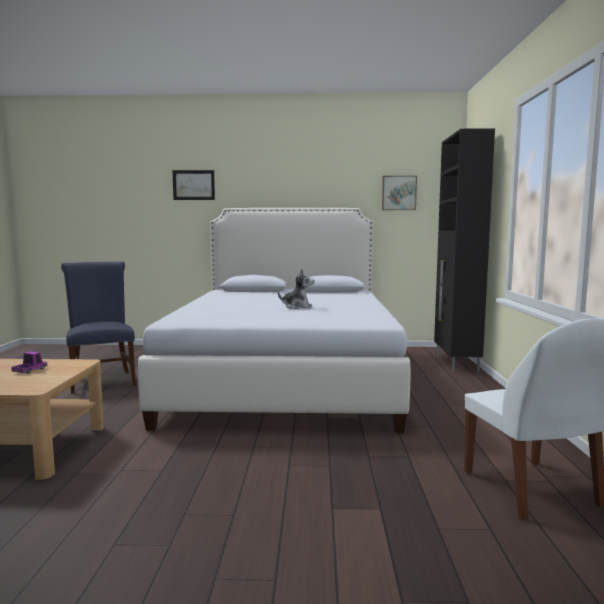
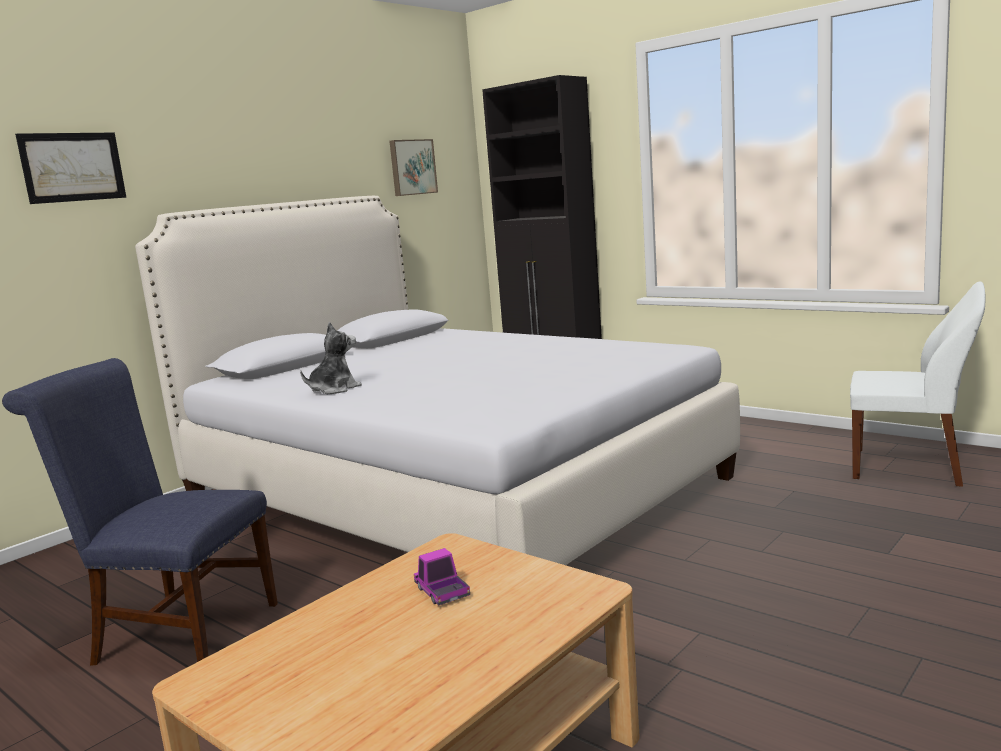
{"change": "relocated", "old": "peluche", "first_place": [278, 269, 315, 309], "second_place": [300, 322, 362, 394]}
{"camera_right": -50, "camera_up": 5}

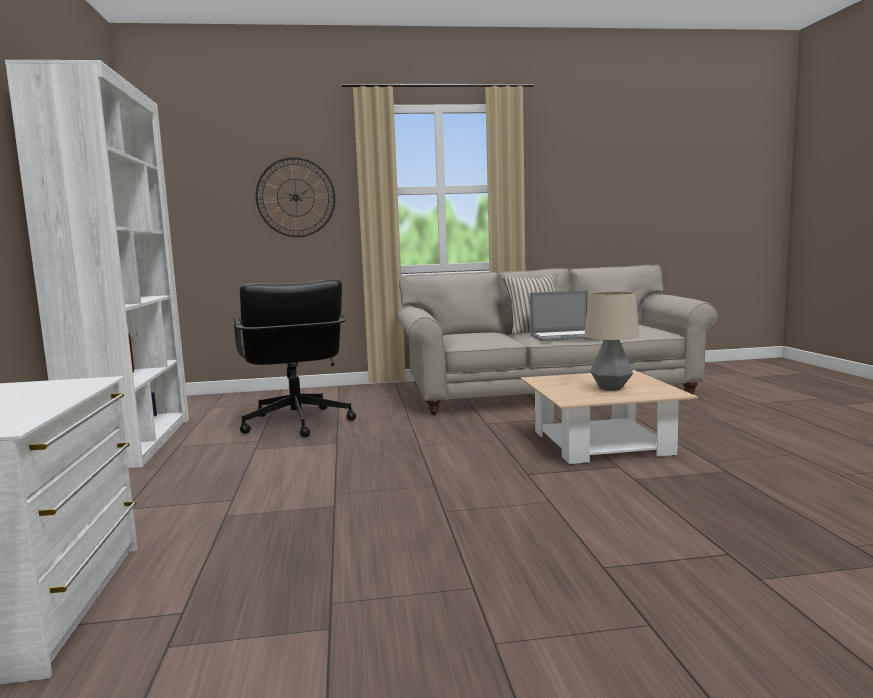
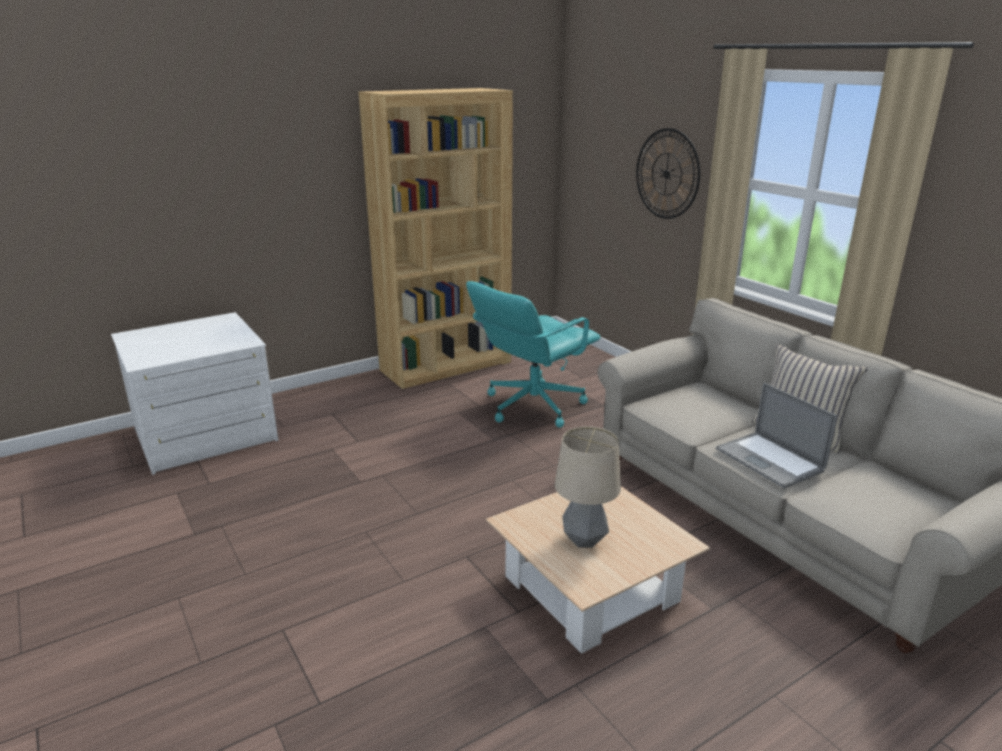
{"change": "colour", "old": "estantería [blanco]", "new": "estantería [marrón]", "first_place": [5, 60, 189, 468], "second_place": [359, 88, 513, 389]}
{"change": "colour", "old": "silla de oficina [negro]", "new": "silla de oficina [turquesa]", "first_place": [233, 279, 356, 437], "second_place": [466, 281, 601, 428]}
{"camera_right": 65, "camera_up": 15}

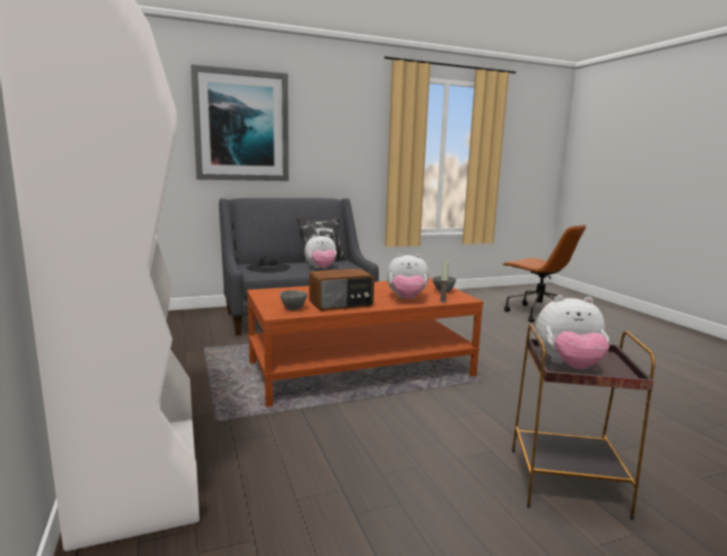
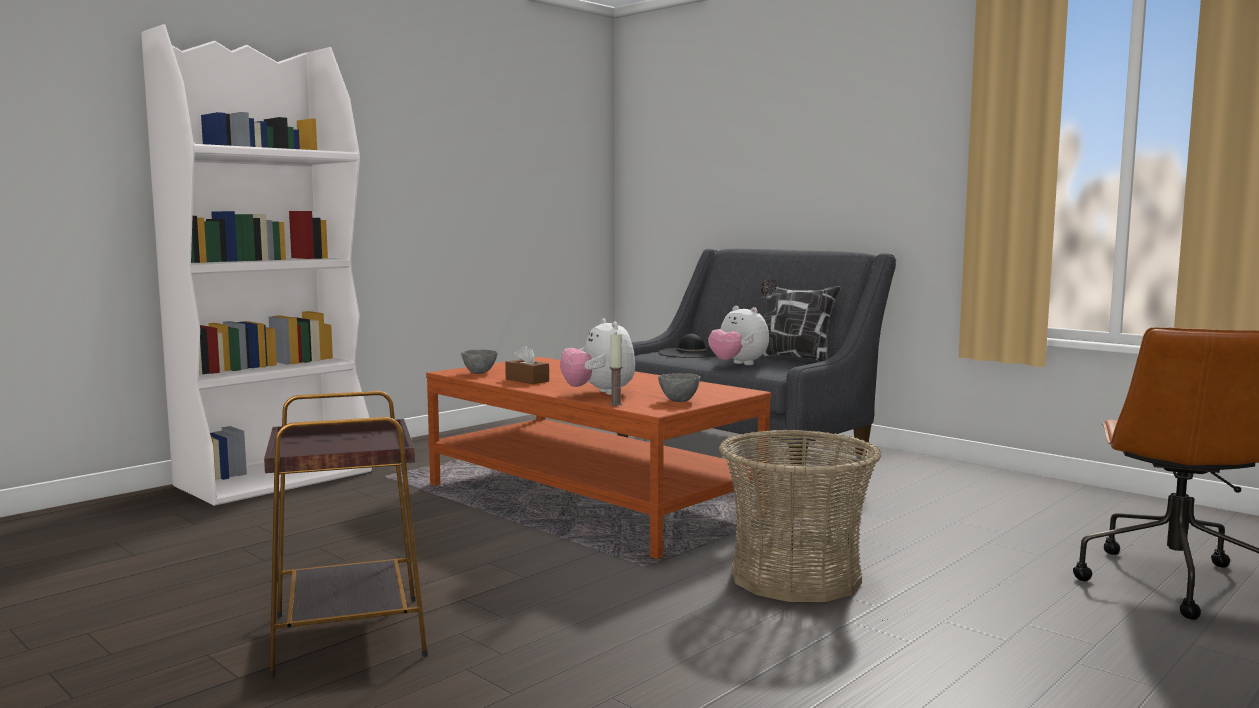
{"change": "missing", "old": "cuadro", "first_place": [191, 64, 289, 181]}
{"change": "exchanged", "old": "radio", "new": "caja de pañuelos [marrón]", "first_place": [309, 268, 374, 311], "second_place": [505, 345, 549, 384]}
{"change": "missing", "old": "peluche", "first_place": [535, 295, 609, 369]}
{"change": "appeared", "new": "cesta", "second_place": [719, 429, 881, 602]}
{"camera_right": 65, "camera_up": -5}

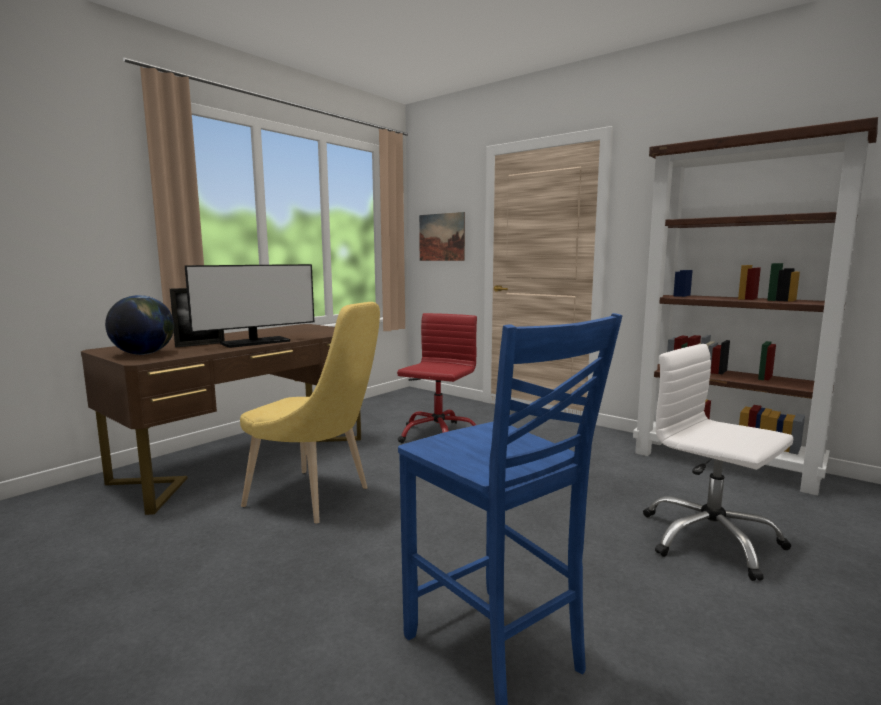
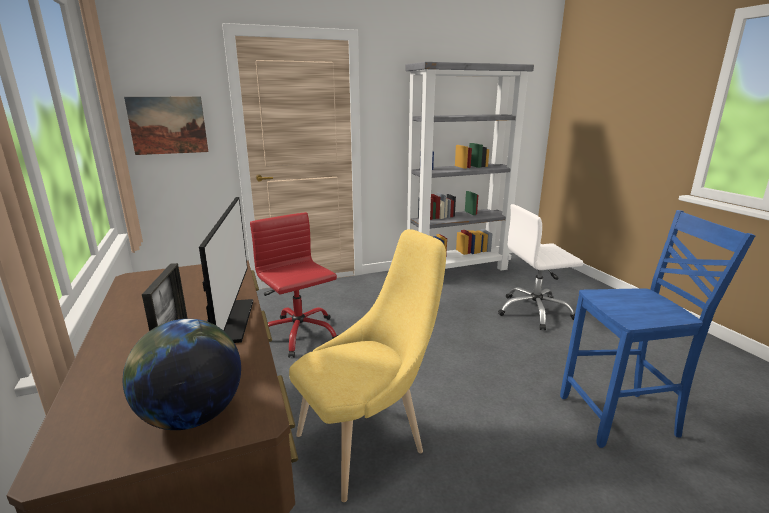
{"change": "colour", "old": "estantería [marrón]", "new": "estantería [gris]", "first_place": [633, 117, 878, 496], "second_place": [406, 62, 534, 271]}
{"camera_right": -60, "camera_up": 10}

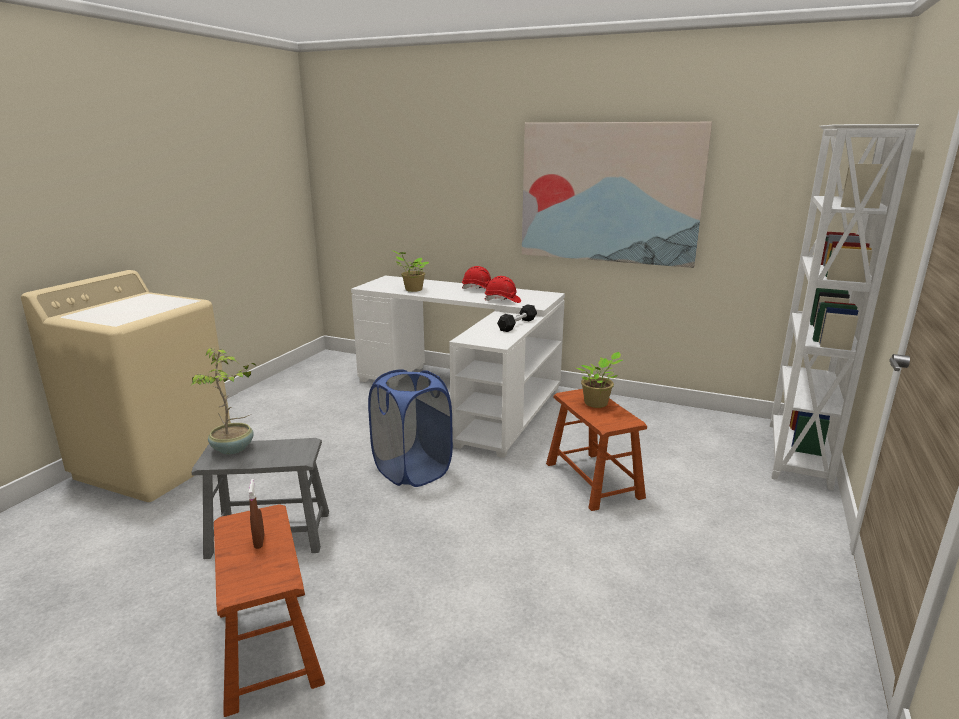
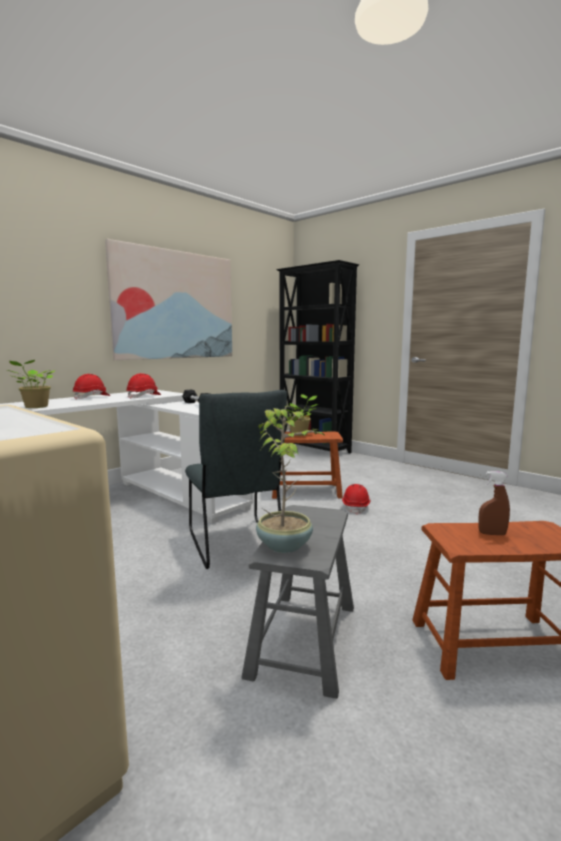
{"change": "colour", "old": "estantería [blanco]", "new": "estantería [negro]", "first_place": [770, 124, 919, 490], "second_place": [276, 260, 359, 453]}
{"change": "exchanged", "old": "cesto de la ropa [azul]", "new": "silla [gris]", "first_place": [368, 369, 453, 487], "second_place": [185, 390, 287, 569]}
{"change": "appeared", "new": "casco [rojo]", "second_place": [342, 484, 370, 515]}
{"camera_right": -70, "camera_up": -10}

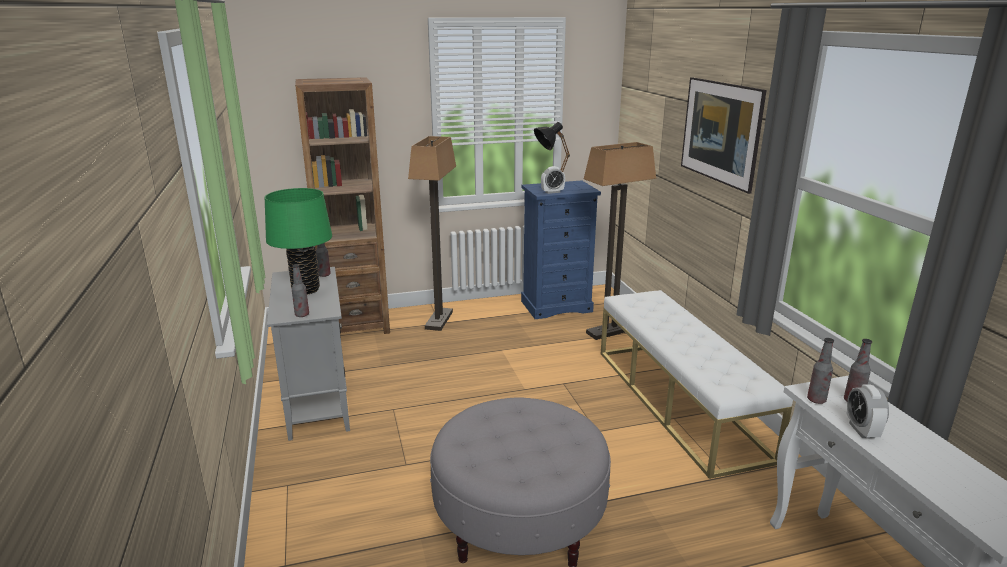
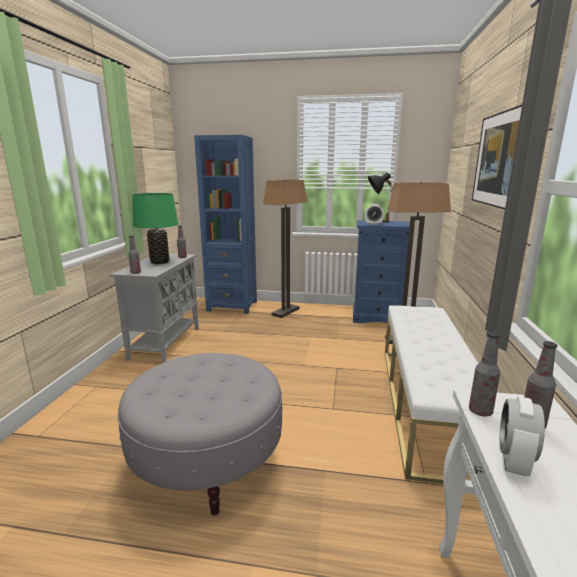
{"change": "colour", "old": "estantería [marrón]", "new": "estantería [azul]", "first_place": [295, 77, 390, 334], "second_place": [194, 135, 257, 314]}
{"camera_right": 25, "camera_up": -5}

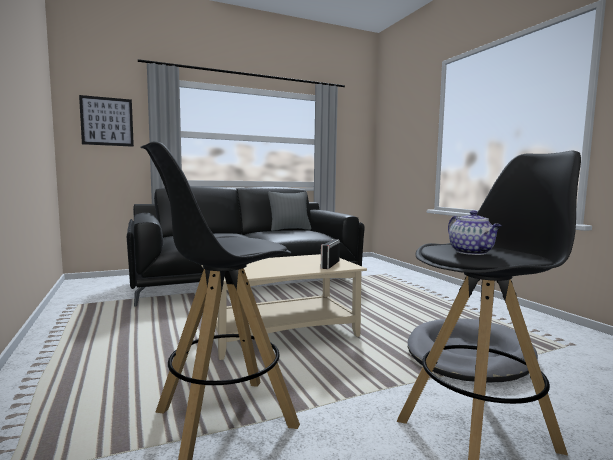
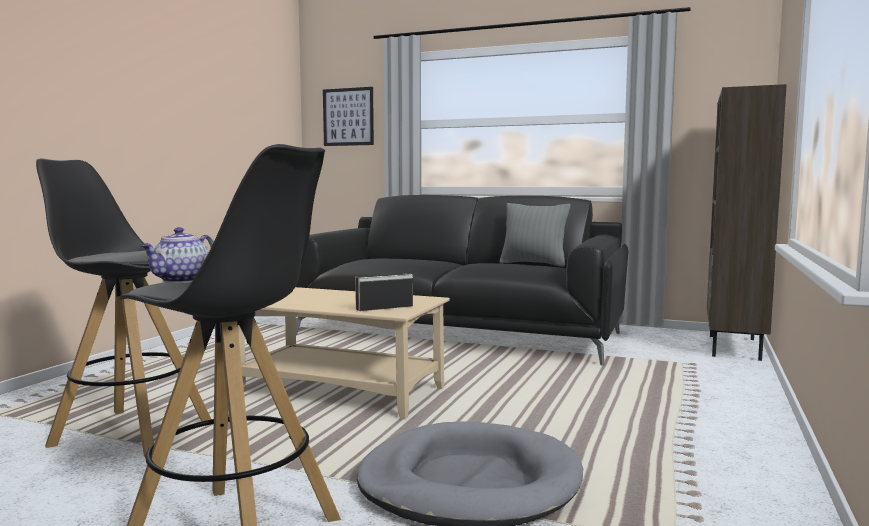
{"change": "appeared", "new": "estantería [marrón]", "second_place": [707, 84, 787, 361]}
{"camera_right": 45, "camera_up": 0}

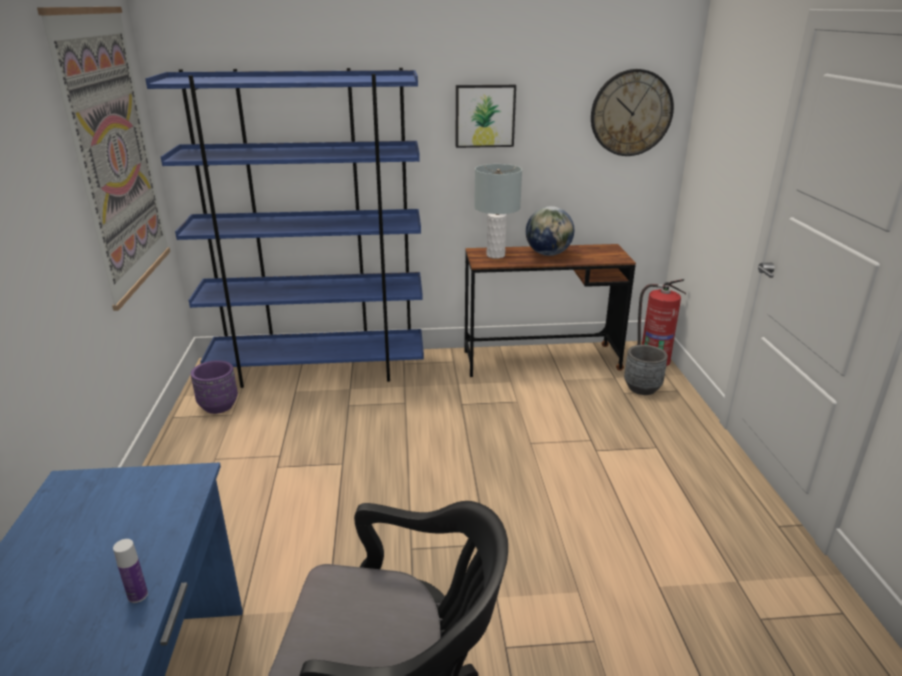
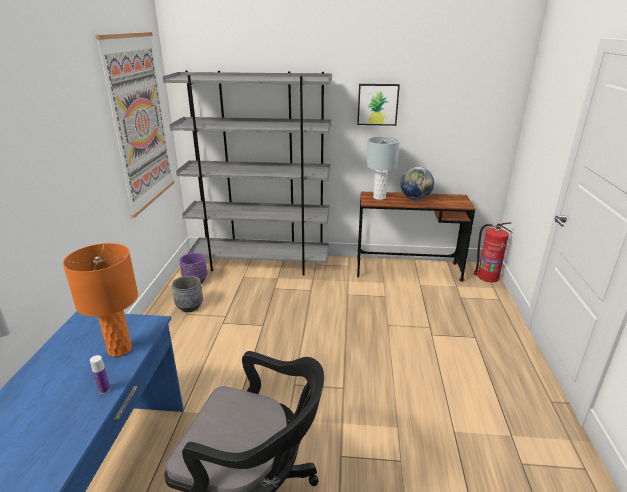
{"change": "colour", "old": "estantería [azul]", "new": "estantería [gris]", "first_place": [145, 68, 424, 388], "second_place": [162, 70, 332, 275]}
{"change": "missing", "old": "reloj de pared", "first_place": [591, 69, 674, 156]}
{"change": "relocated", "old": "maceta [gris]", "first_place": [624, 345, 668, 395], "second_place": [172, 276, 203, 312]}
{"change": "appeared", "new": "lámpara de mesa [naranja]", "second_place": [63, 243, 138, 357]}
{"camera_right": 10, "camera_up": 0}

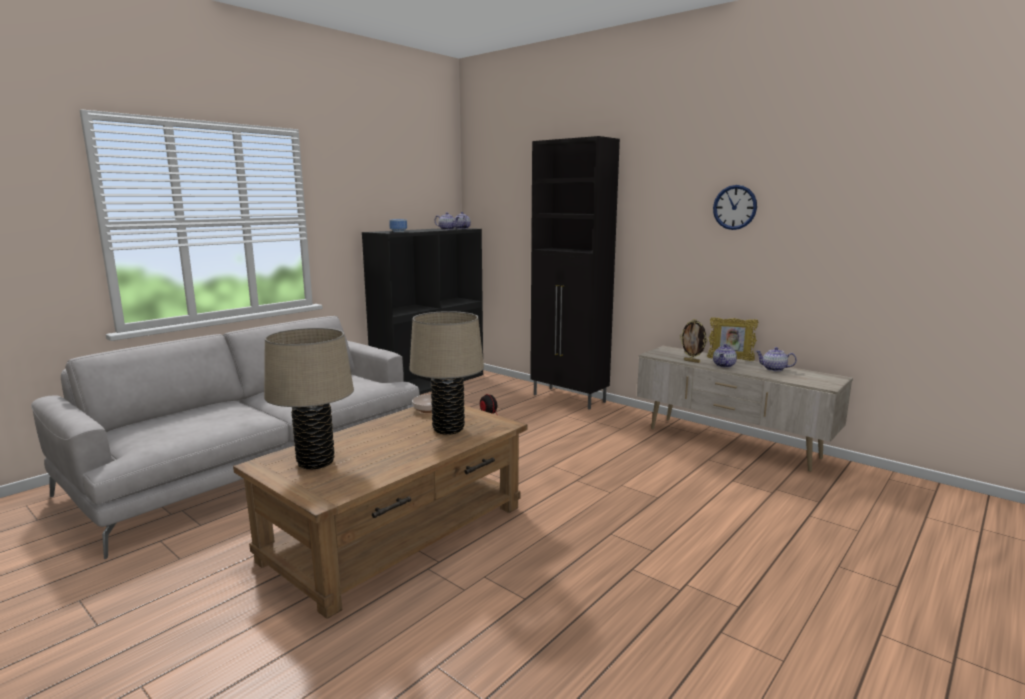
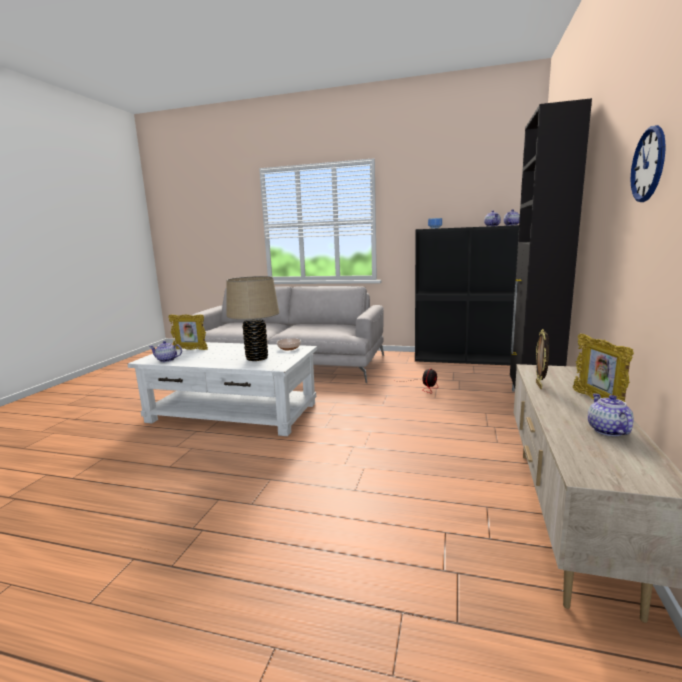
{"change": "exchanged", "old": "lámpara de mesa [beis]", "new": "portarretratos", "first_place": [264, 328, 354, 470], "second_place": [168, 314, 208, 350]}
{"change": "relocated", "old": "tetera", "first_place": [713, 344, 737, 368], "second_place": [149, 341, 182, 362]}
{"change": "colour", "old": "mesa de centro [marrón]", "new": "mesa de centro [blanco]", "first_place": [233, 405, 527, 619], "second_place": [128, 342, 317, 436]}
{"camera_right": 65, "camera_up": 0}

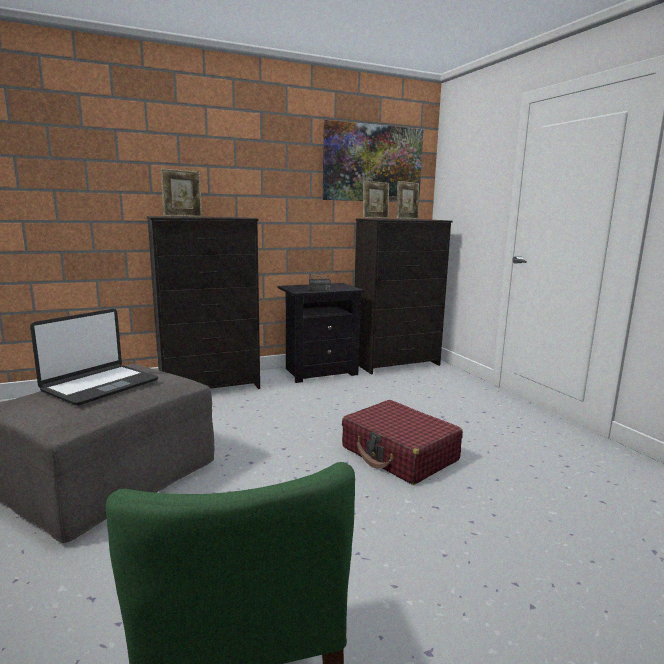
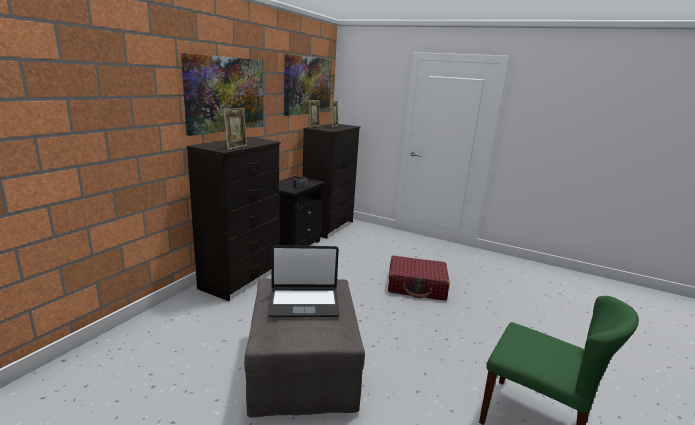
{"change": "spun", "old": "portátil", "first_place": [30, 309, 158, 405], "second_place": [268, 245, 340, 317], "degrees": 90}
{"change": "appeared", "new": "cuadro", "second_place": [181, 53, 264, 136]}
{"camera_right": -40, "camera_up": 5}

